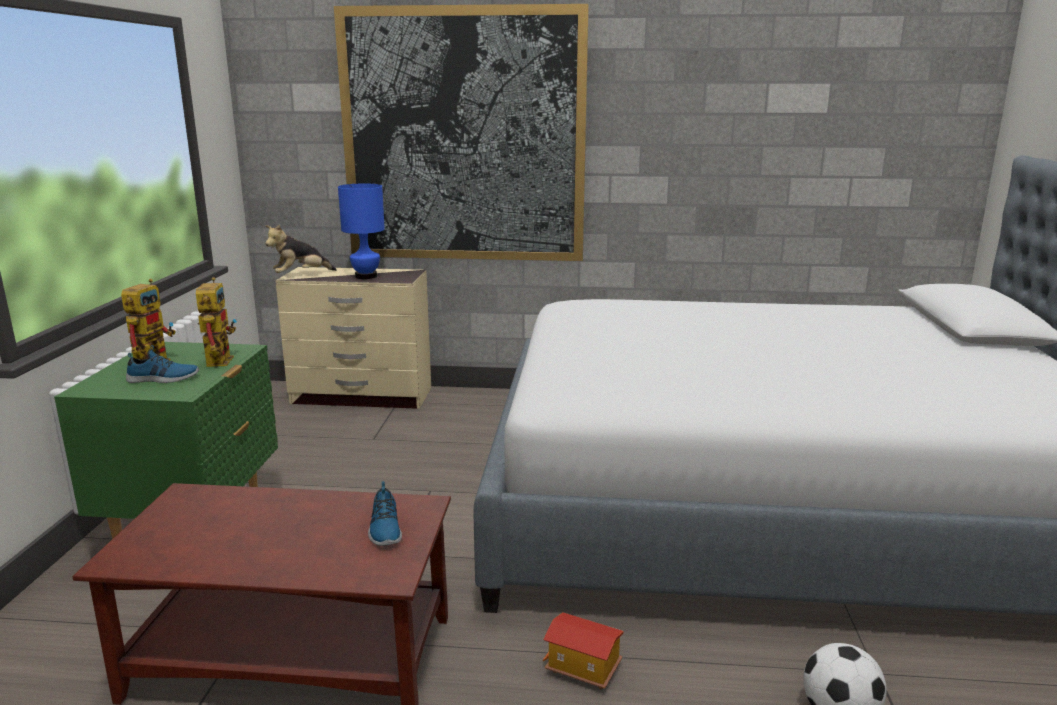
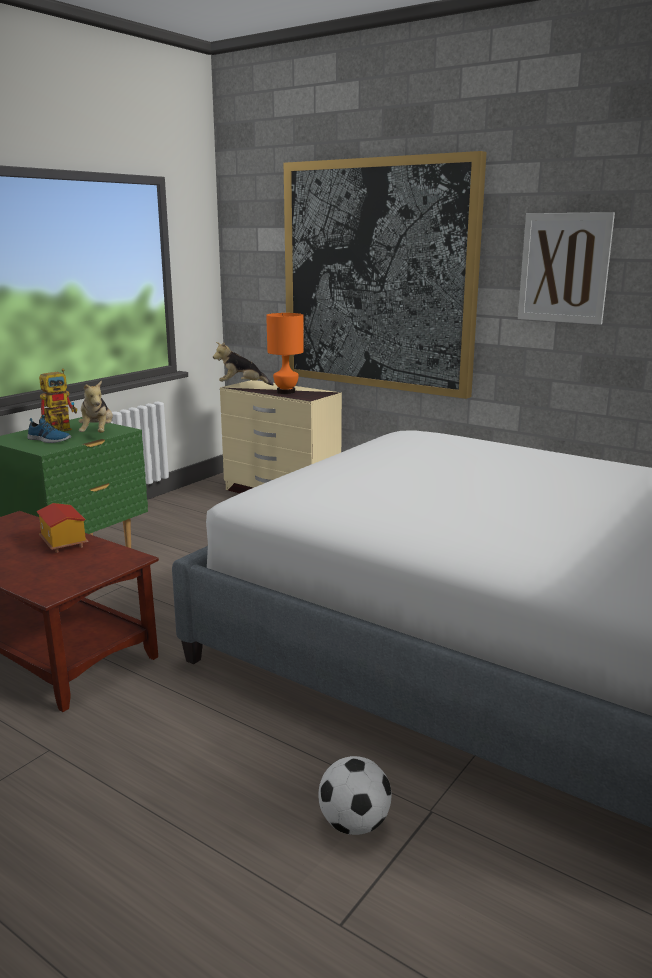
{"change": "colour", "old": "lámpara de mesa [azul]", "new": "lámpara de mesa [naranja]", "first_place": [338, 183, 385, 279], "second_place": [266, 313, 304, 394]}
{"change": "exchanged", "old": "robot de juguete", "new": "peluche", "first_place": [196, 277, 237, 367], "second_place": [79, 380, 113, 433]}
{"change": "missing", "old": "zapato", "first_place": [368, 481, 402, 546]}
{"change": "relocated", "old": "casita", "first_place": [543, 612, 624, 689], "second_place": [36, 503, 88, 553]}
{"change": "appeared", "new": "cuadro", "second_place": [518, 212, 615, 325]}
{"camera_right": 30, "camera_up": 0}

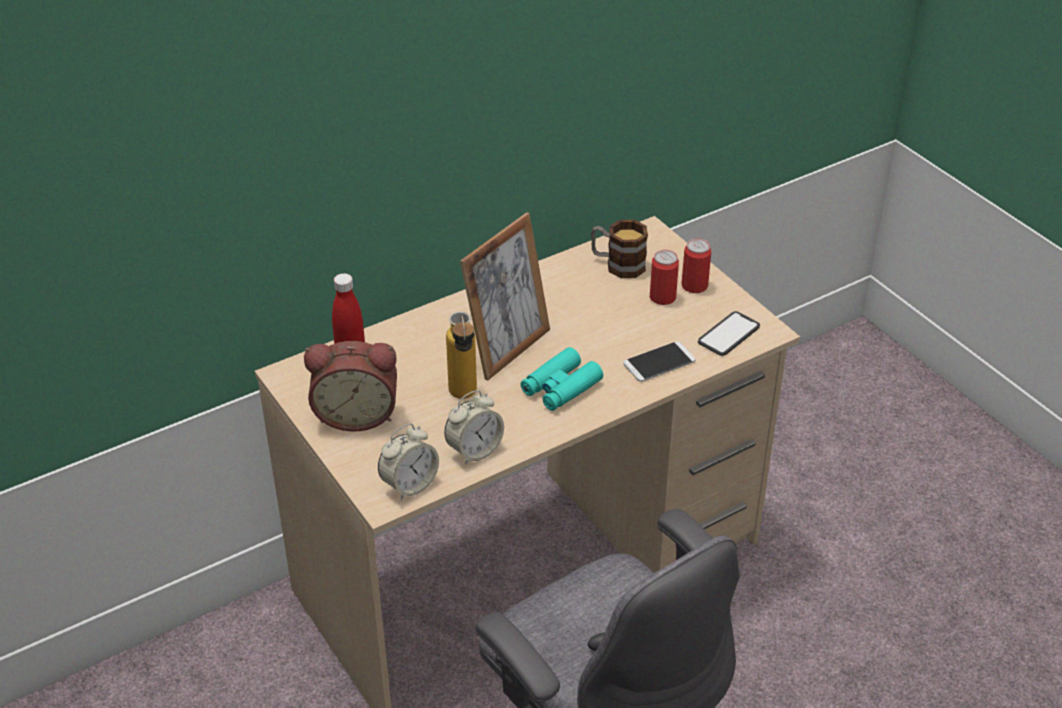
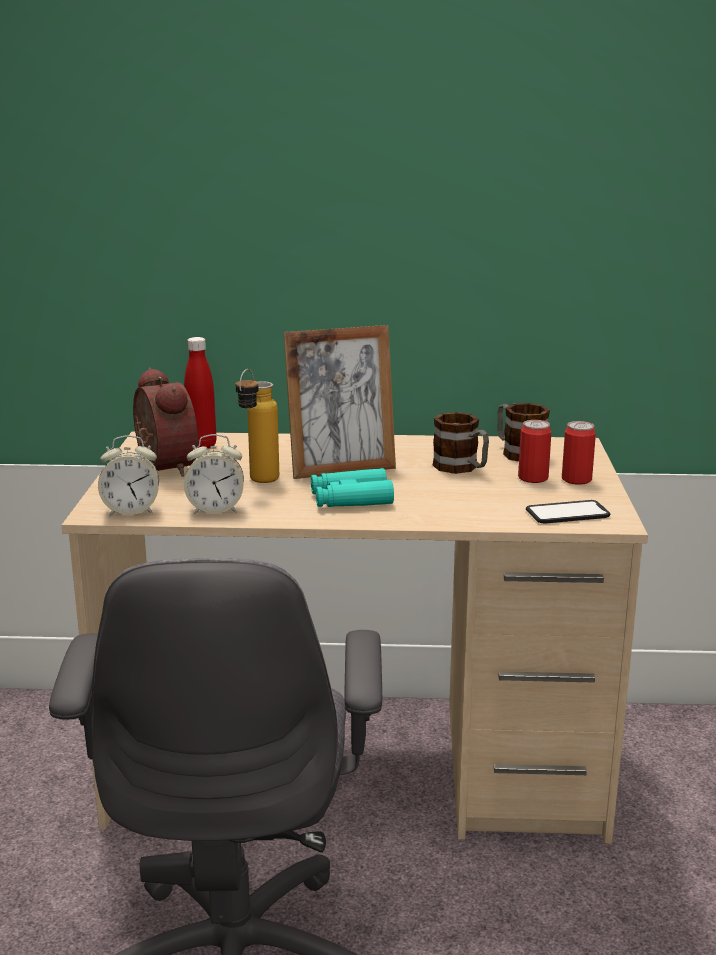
{"change": "spun", "old": "despertador", "first_place": [304, 341, 397, 431], "second_place": [133, 368, 198, 477], "degrees": -150}
{"change": "missing", "old": "móvil", "first_place": [623, 342, 695, 382]}
{"change": "appeared", "new": "taza grande", "second_place": [433, 412, 489, 474]}
{"camera_right": 35, "camera_up": -20}

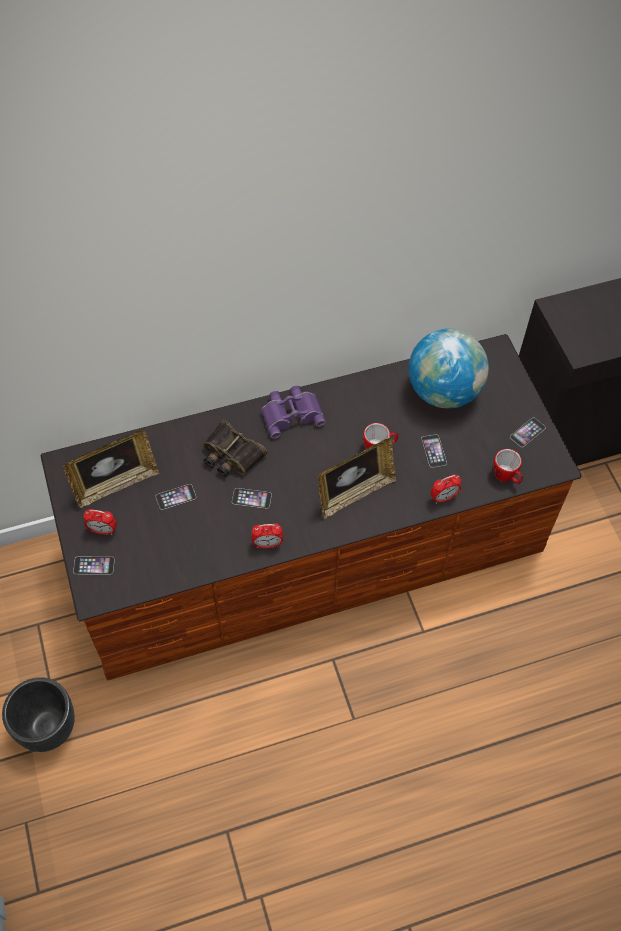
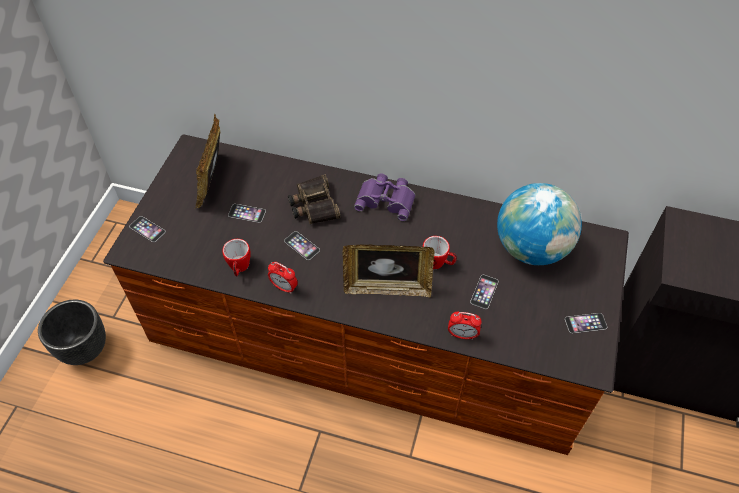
{"change": "spun", "old": "portarretratos", "first_place": [63, 430, 159, 508], "second_place": [196, 113, 221, 208], "degrees": 90}
{"change": "relocated", "old": "taza grande", "first_place": [493, 449, 523, 484], "second_place": [222, 239, 250, 277]}
{"change": "missing", "old": "despertador", "first_place": [83, 509, 117, 535]}
{"camera_right": 35, "camera_up": -5}

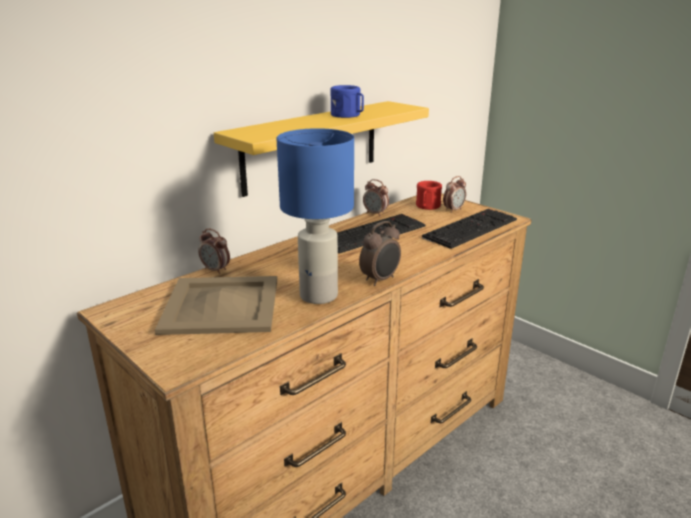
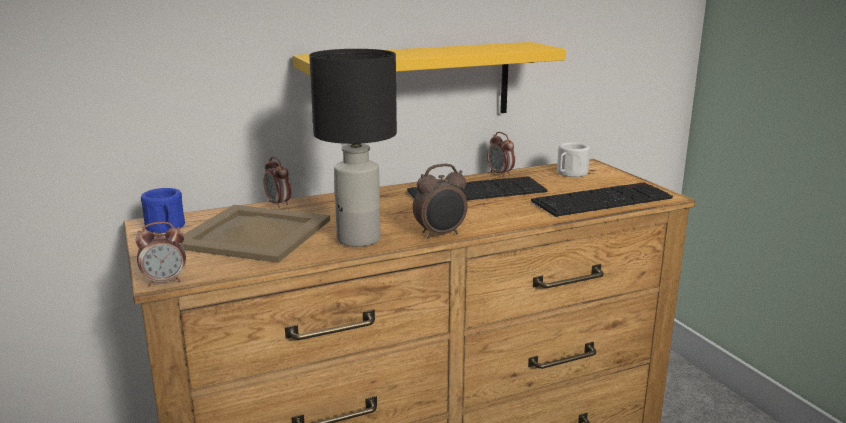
{"change": "relocated", "old": "taza grande [azul]", "first_place": [330, 85, 364, 118], "second_place": [141, 188, 185, 233]}
{"change": "colour", "old": "lámpara de mesa [azul]", "new": "lámpara de mesa [negro]", "first_place": [277, 128, 354, 304], "second_place": [309, 49, 397, 247]}
{"change": "relocated", "old": "despertador", "first_place": [443, 176, 466, 213], "second_place": [135, 222, 186, 286]}
{"change": "colour", "old": "taza grande [rojo]", "new": "taza grande [blanco]", "first_place": [416, 181, 442, 210], "second_place": [557, 142, 590, 177]}
{"camera_right": 20, "camera_up": -5}

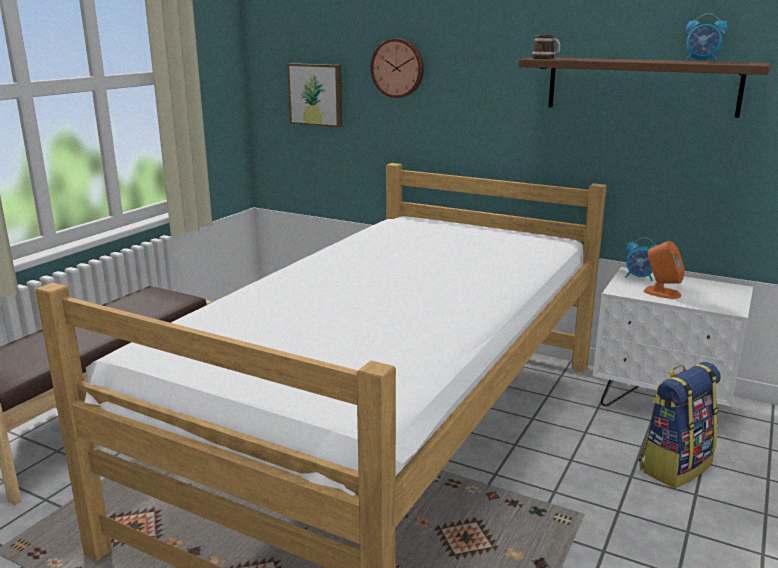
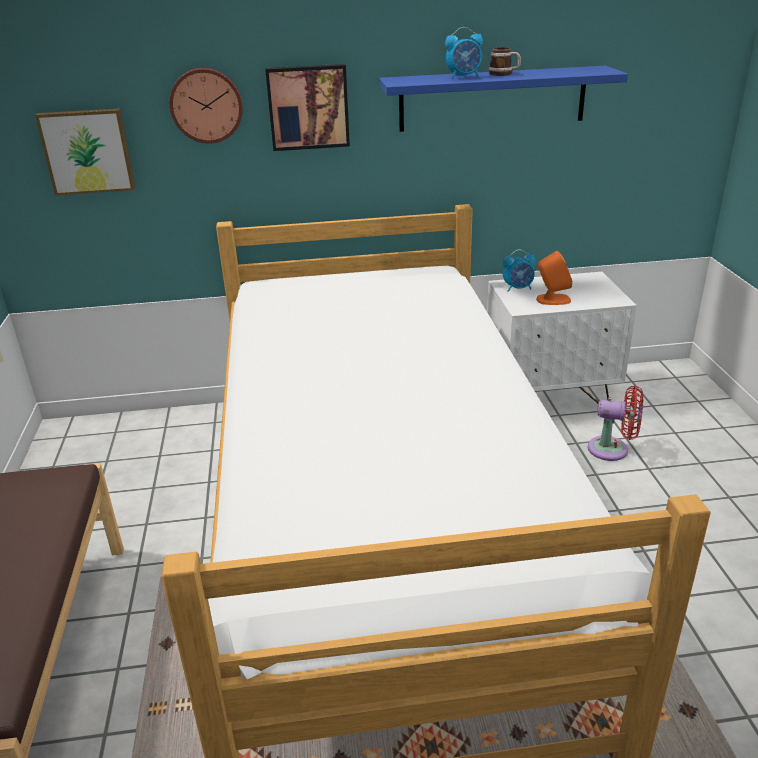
{"change": "relocated", "old": "despertador", "first_place": [685, 13, 727, 62], "second_place": [445, 27, 483, 79]}
{"change": "relocated", "old": "taza grande", "first_place": [532, 35, 560, 59], "second_place": [489, 48, 521, 76]}
{"change": "colour", "old": "estante [marrón]", "new": "estante [azul]", "first_place": [519, 58, 771, 118], "second_place": [379, 66, 628, 132]}
{"change": "exchanged", "old": "mochila", "new": "ventilador [rojo]", "first_place": [639, 362, 721, 488], "second_place": [588, 386, 643, 461]}
{"change": "appeared", "new": "cuadro", "second_place": [265, 64, 350, 151]}
{"camera_right": -35, "camera_up": 10}

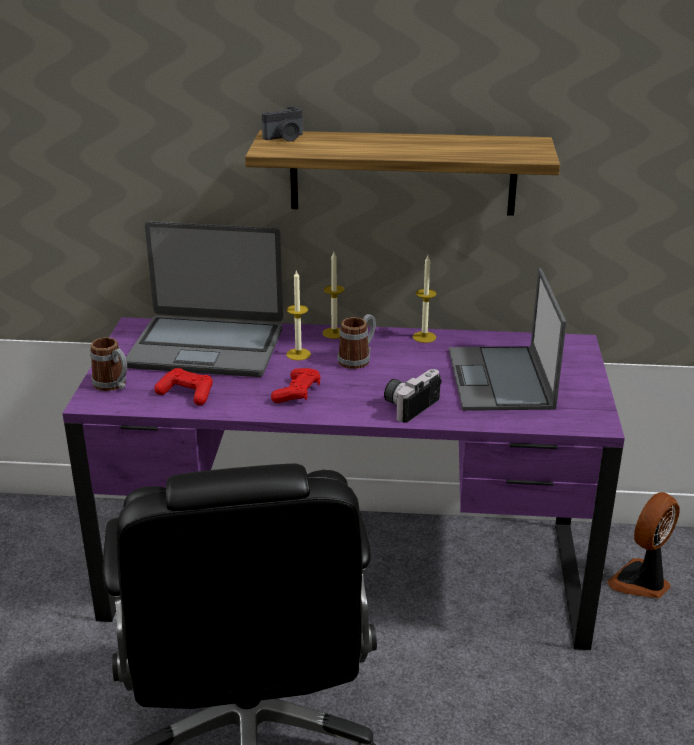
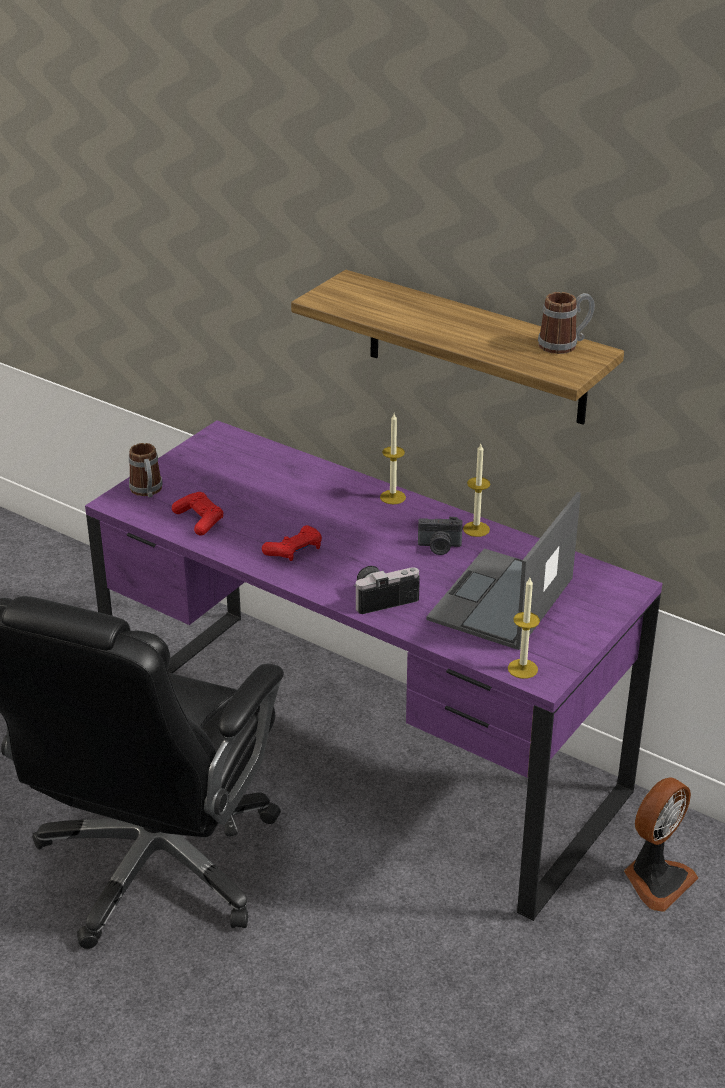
{"change": "relocated", "old": "cámara", "first_place": [262, 106, 303, 142], "second_place": [418, 517, 462, 555]}
{"change": "missing", "old": "portátil", "first_place": [126, 221, 283, 377]}
{"change": "relocated", "old": "vela", "first_place": [286, 270, 311, 361], "second_place": [508, 578, 540, 679]}
{"change": "relocated", "old": "taza grande", "first_place": [337, 314, 376, 369], "second_place": [538, 292, 595, 354]}
{"change": "spun", "old": "ventilador", "first_place": [607, 492, 680, 598], "second_place": [624, 777, 698, 912], "degrees": 150}
{"camera_right": 30, "camera_up": 5}

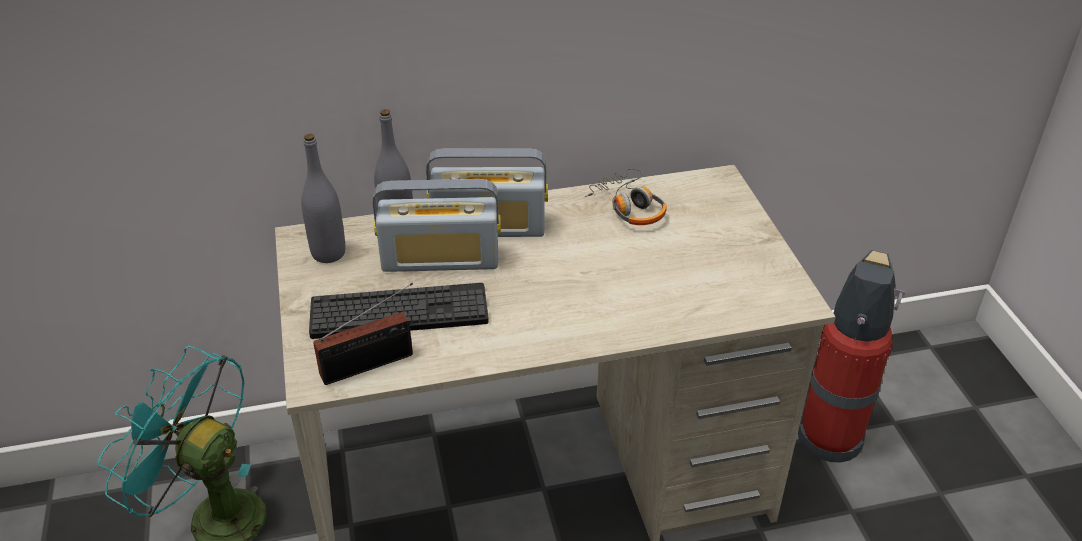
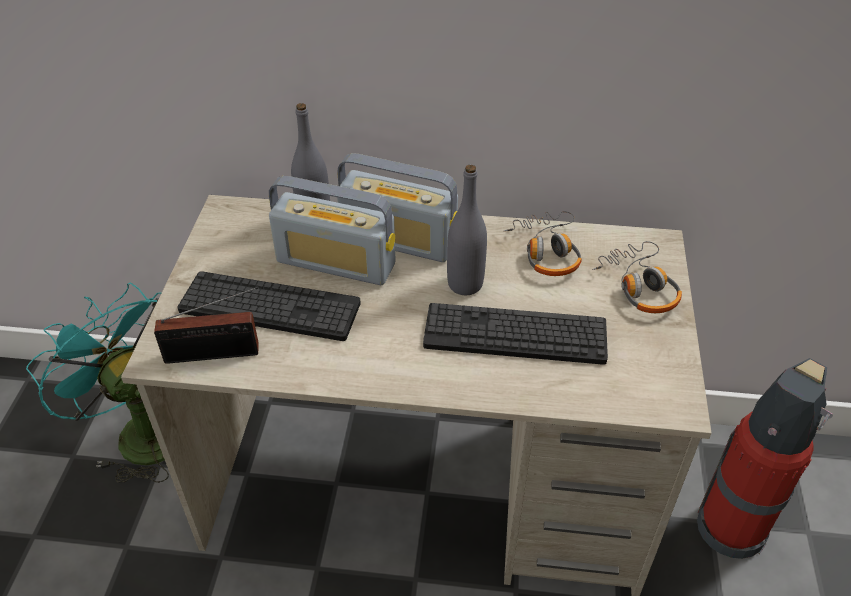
{"change": "relocated", "old": "botella [gris]", "first_place": [301, 134, 345, 263], "second_place": [447, 165, 487, 295]}
{"change": "appeared", "new": "auriculares", "second_place": [592, 241, 682, 313]}
{"change": "appeared", "new": "teclado", "second_place": [423, 303, 608, 365]}
{"camera_right": 20, "camera_up": 5}

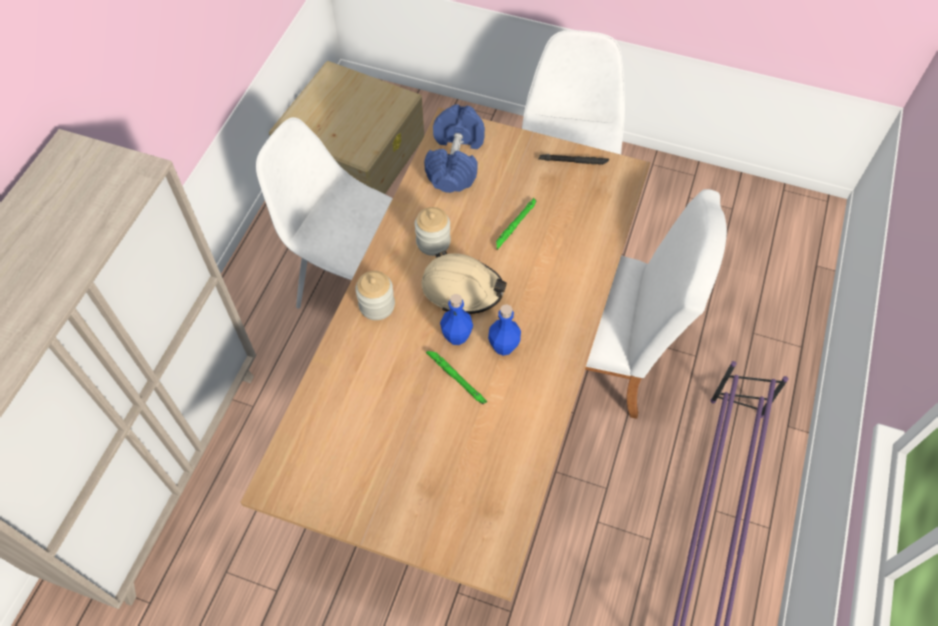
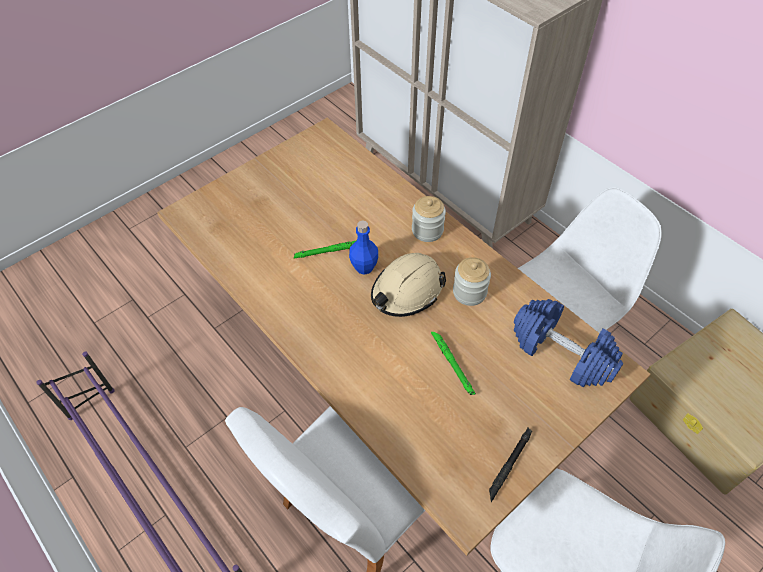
{"change": "missing", "old": "botella [azul]", "first_place": [488, 304, 521, 356]}
{"camera_right": 120, "camera_up": -5}

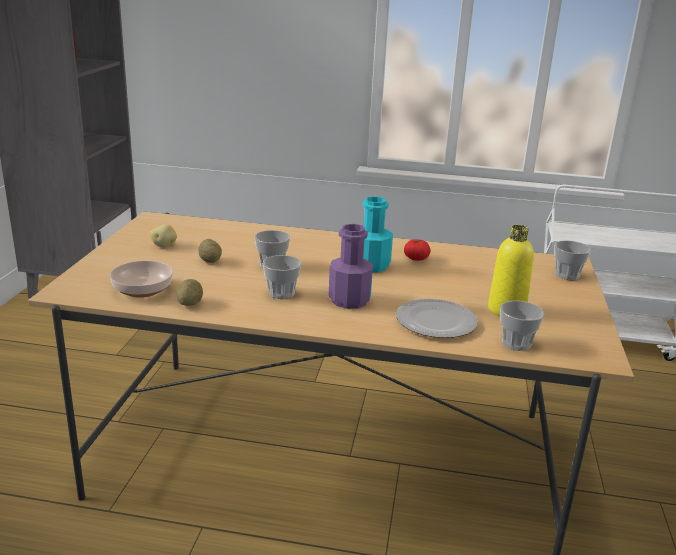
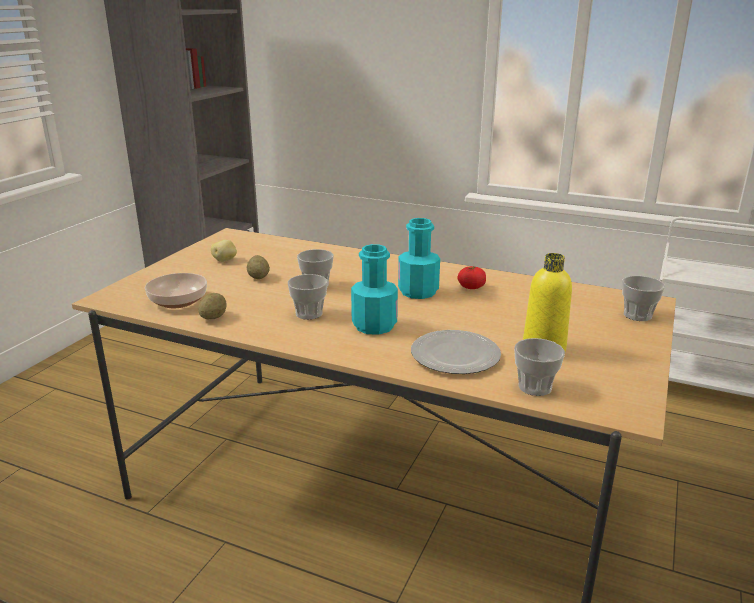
{"change": "colour", "old": "botella [morado]", "new": "botella [turquesa]", "first_place": [328, 224, 373, 309], "second_place": [351, 244, 398, 335]}
{"camera_right": 15, "camera_up": 0}

